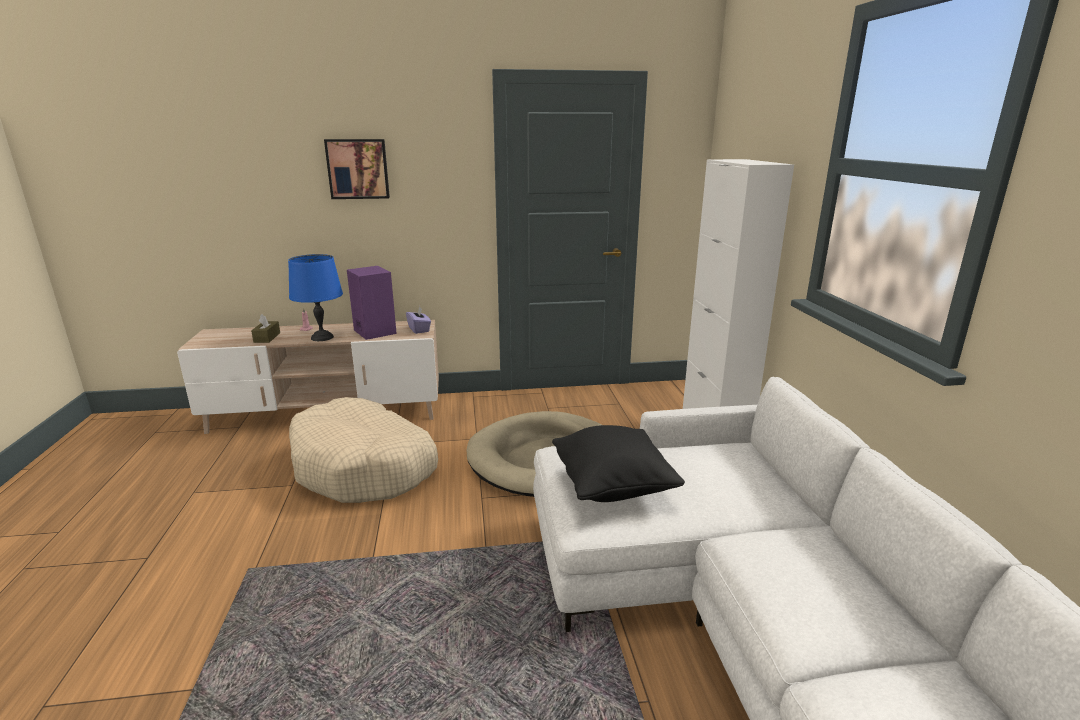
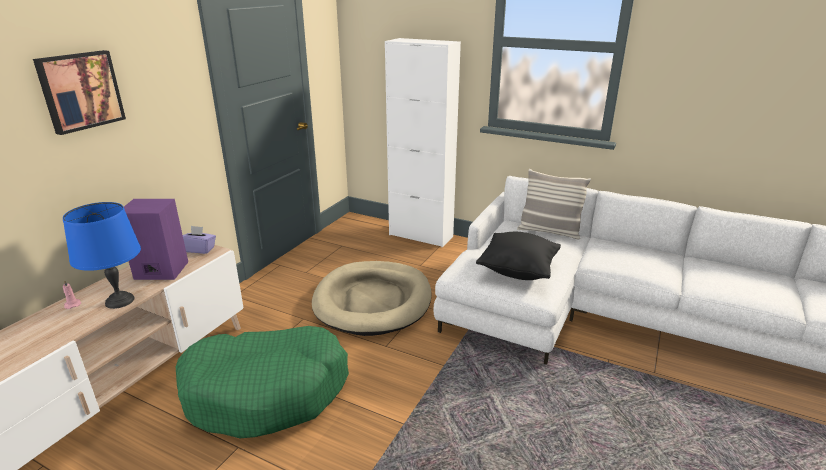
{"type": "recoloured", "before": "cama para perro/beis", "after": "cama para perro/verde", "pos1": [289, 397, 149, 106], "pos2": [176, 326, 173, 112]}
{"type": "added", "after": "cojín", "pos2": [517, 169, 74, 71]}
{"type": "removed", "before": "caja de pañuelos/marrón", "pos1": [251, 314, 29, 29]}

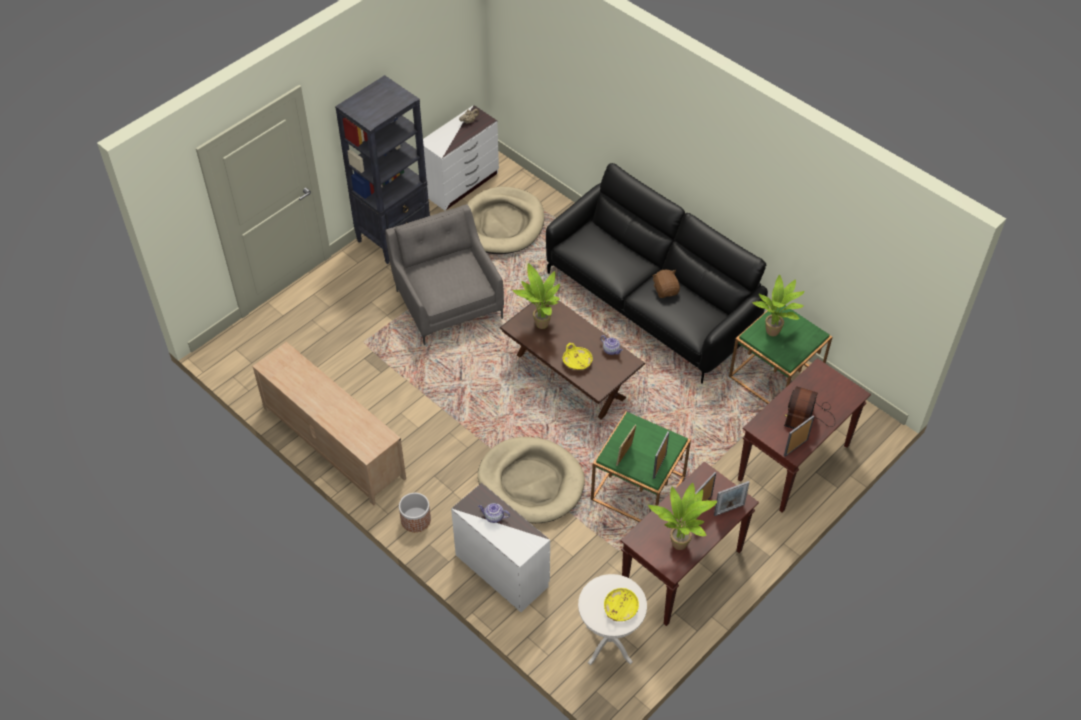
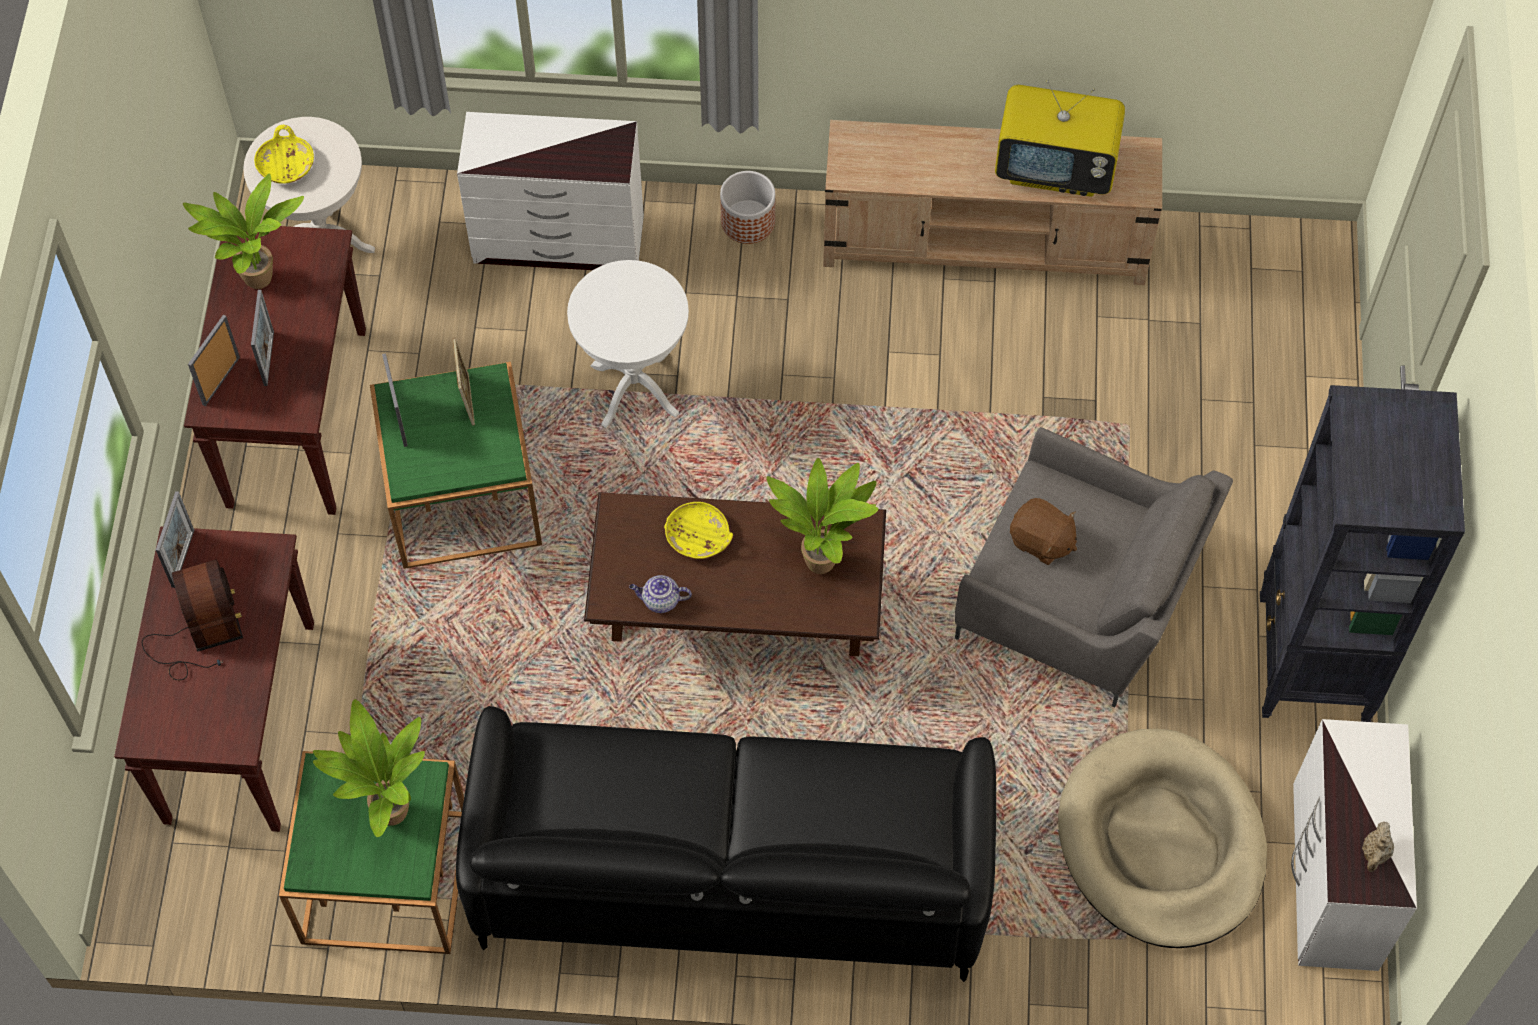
{"type": "replaced", "before": "cama para perro/beis", "after": "mesa auxiliar/blanco", "pos1": [478, 437, 107, 86], "pos2": [567, 260, 122, 168]}
{"type": "added", "after": "televisor", "pos2": [995, 80, 130, 117]}
{"type": "moved", "before": "peluche/marrón", "pos1": [652, 270, 28, 28], "pos2": [1010, 498, 67, 67]}
{"type": "removed", "before": "tetera", "pos1": [478, 503, 32, 20]}

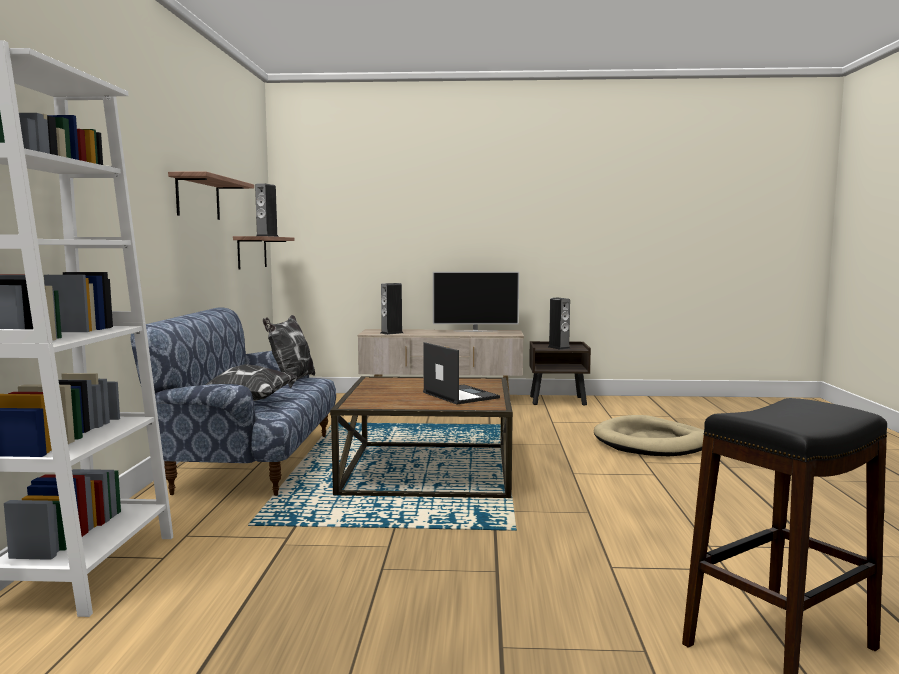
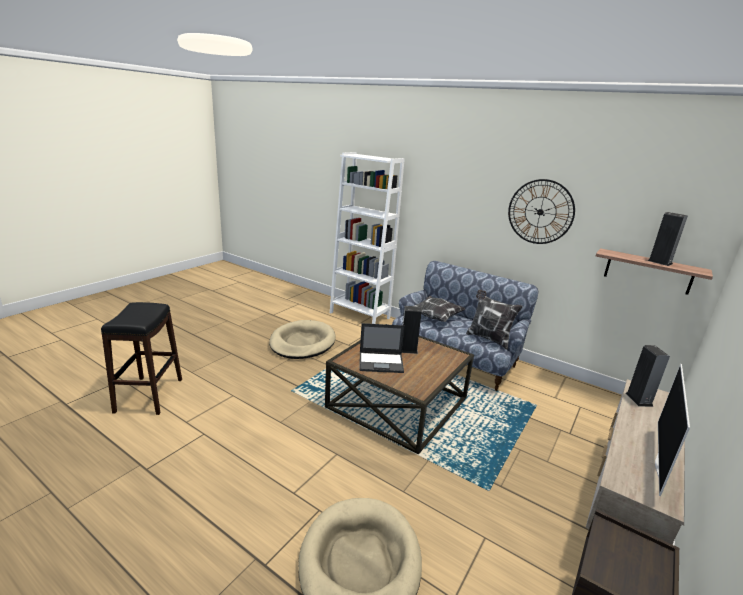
{"type": "added", "after": "cama para perro/beis", "pos2": [269, 320, 67, 39]}
{"type": "moved", "before": "altavoz", "pos1": [548, 298, 22, 52], "pos2": [402, 306, 20, 48]}
{"type": "replaced", "before": "estante", "after": "reloj de pared", "pos1": [168, 171, 86, 49], "pos2": [508, 179, 67, 65]}

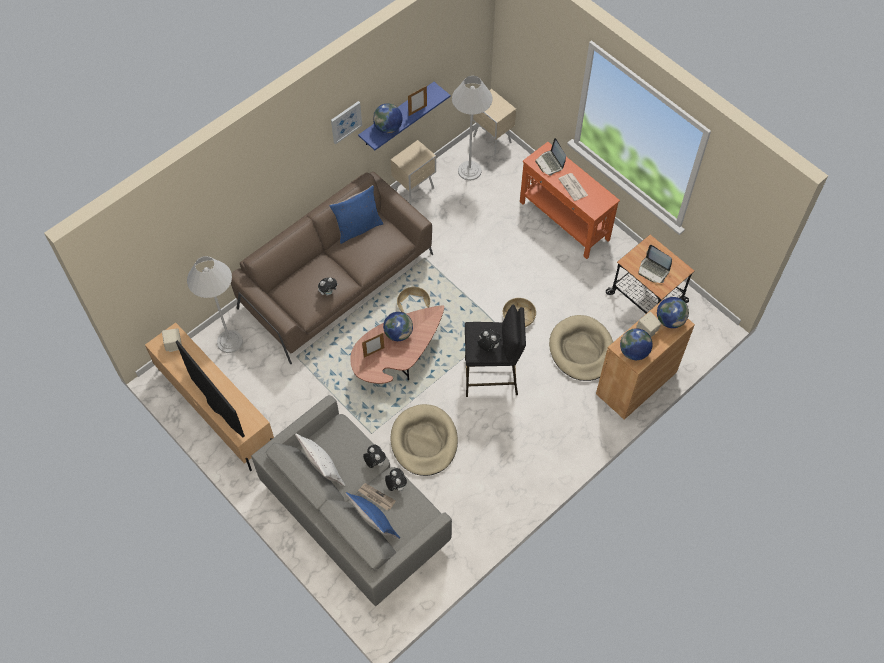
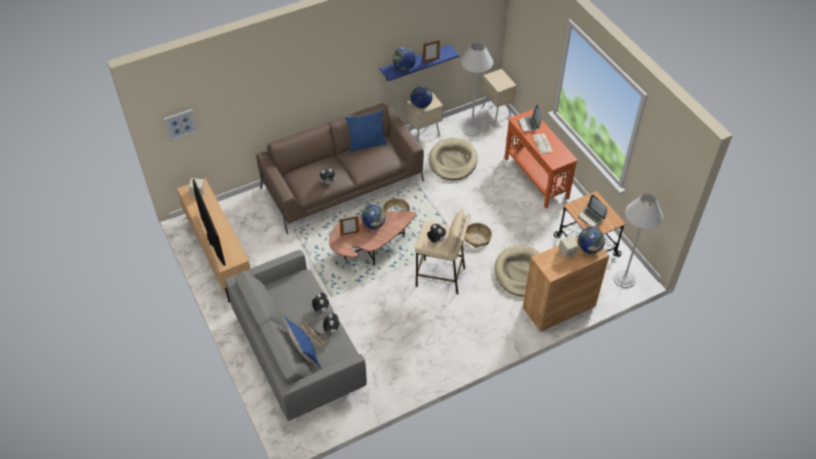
{"type": "moved", "before": "cuadro", "pos1": [331, 101, 31, 43], "pos2": [163, 109, 35, 32]}
{"type": "moved", "before": "globo terráqueo", "pos1": [620, 328, 33, 32], "pos2": [410, 86, 22, 22]}
{"type": "recoloured", "before": "taburete/negro", "after": "taburete/beis", "pos1": [465, 304, 61, 93], "pos2": [415, 209, 56, 86]}
{"type": "moved", "before": "cama para perro/beis", "pos1": [390, 404, 68, 72], "pos2": [429, 138, 49, 42]}
{"type": "moved", "before": "lámpara de pie/blanco", "pos1": [187, 256, 56, 97], "pos2": [613, 194, 50, 94]}
{"type": "removed", "before": "cojín/blanco", "pos1": [295, 433, 50, 53]}

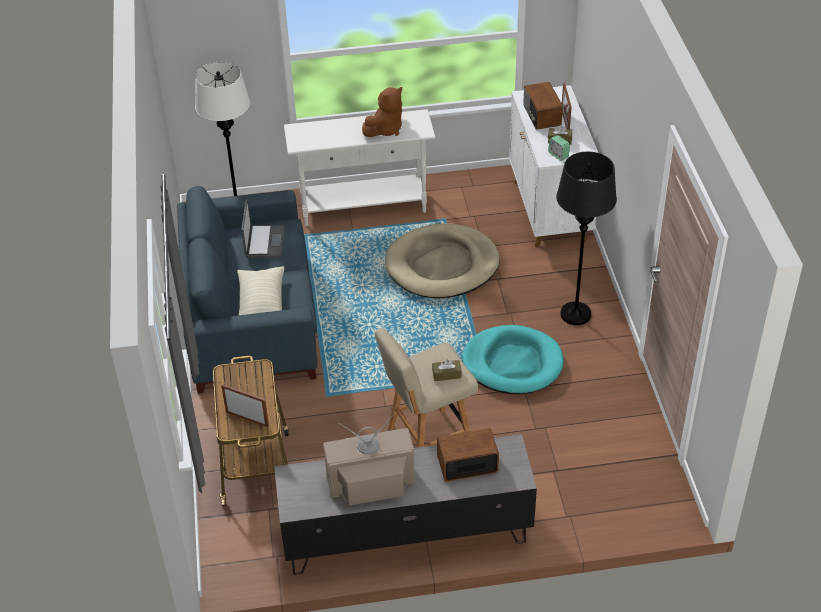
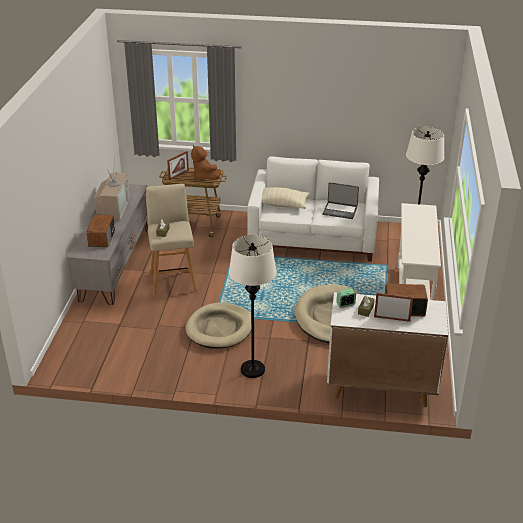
{"type": "recoloured", "before": "cama para perro/turquesa", "after": "cama para perro/beis", "pos1": [462, 325, 101, 69], "pos2": [185, 303, 66, 46]}
{"type": "moved", "before": "peluche/marrón", "pos1": [362, 87, 40, 50], "pos2": [191, 145, 30, 35]}
{"type": "recoloured", "before": "lámpara de pie/negro", "after": "lámpara de pie/blanco", "pos1": [556, 152, 61, 173], "pos2": [229, 235, 47, 143]}
{"type": "recoloured", "before": "sofá/azul", "after": "sofá/blanco", "pos1": [177, 186, 140, 208], "pos2": [247, 156, 132, 105]}

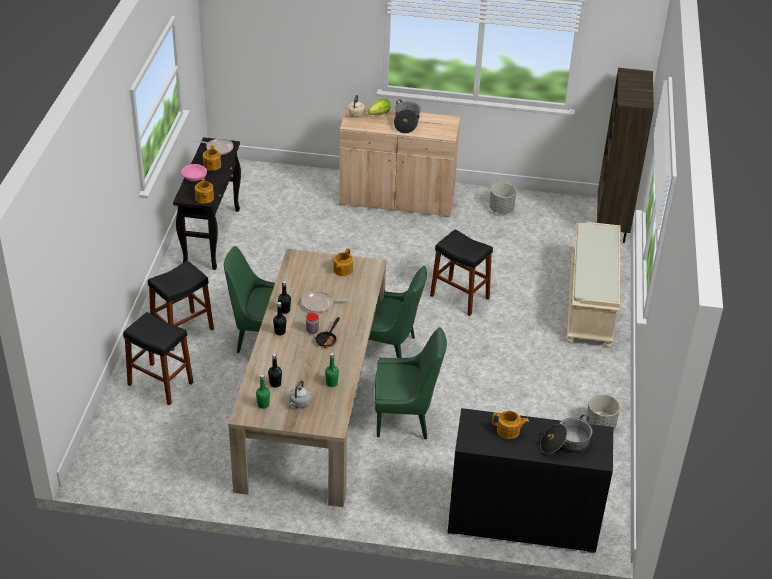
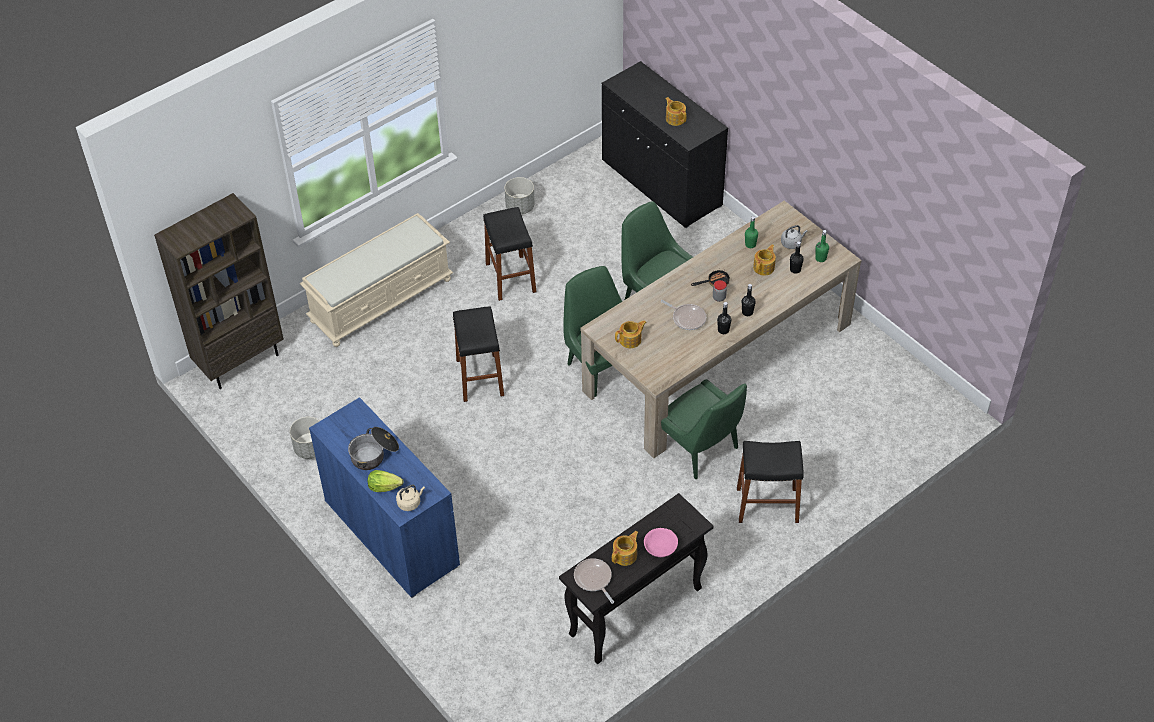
{"type": "recoloured", "before": "armario/beis", "after": "armario/azul", "pos1": [339, 105, 121, 112], "pos2": [309, 397, 151, 201]}
{"type": "moved", "before": "taburete/negro", "pos1": [123, 312, 71, 93], "pos2": [483, 207, 53, 94]}
{"type": "moved", "before": "tetera", "pos1": [195, 177, 19, 27], "pos2": [753, 244, 23, 32]}
{"type": "removed", "before": "olla", "pos1": [540, 415, 52, 39]}

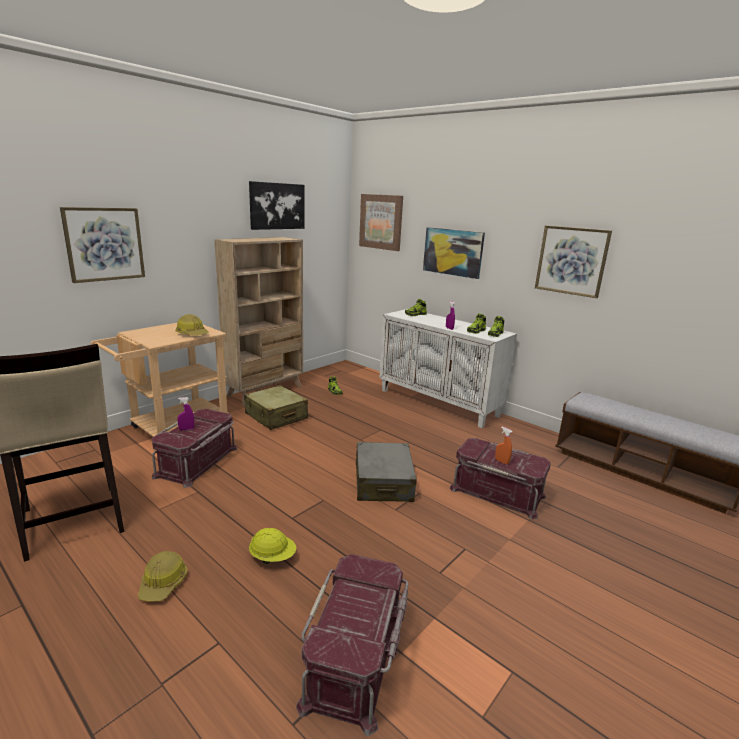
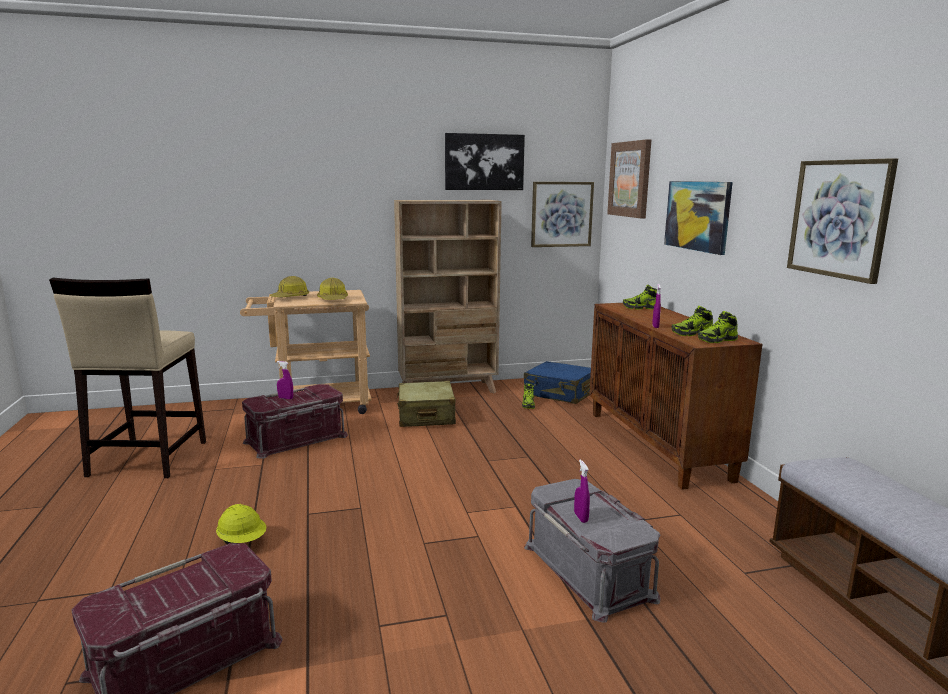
{"type": "moved", "before": "casco", "pos1": [138, 551, 50, 51], "pos2": [270, 276, 39, 21]}
{"type": "added", "after": "maleta/azul", "pos2": [524, 361, 67, 43]}
{"type": "recoloured", "before": "caja de almacenaje/rojo", "after": "caja de almacenaje/gris", "pos1": [450, 438, 101, 81], "pos2": [524, 479, 137, 144]}
{"type": "moved", "before": "cuadro", "pos1": [60, 207, 85, 76], "pos2": [531, 182, 63, 65]}
{"type": "recoloured", "before": "pulverizador/naranja", "after": "pulverizador/morado", "pos1": [495, 427, 17, 37], "pos2": [574, 460, 16, 63]}
{"type": "recoloured", "before": "armario/blanco", "after": "armario/marrón", "pos1": [380, 309, 137, 119], "pos2": [589, 303, 173, 187]}
{"type": "removed", "before": "maleta/gris", "pos1": [356, 442, 61, 60]}

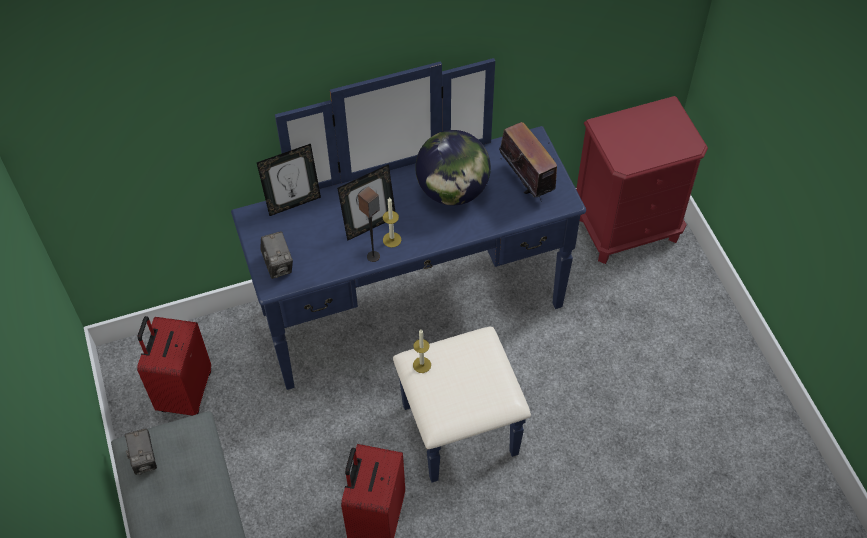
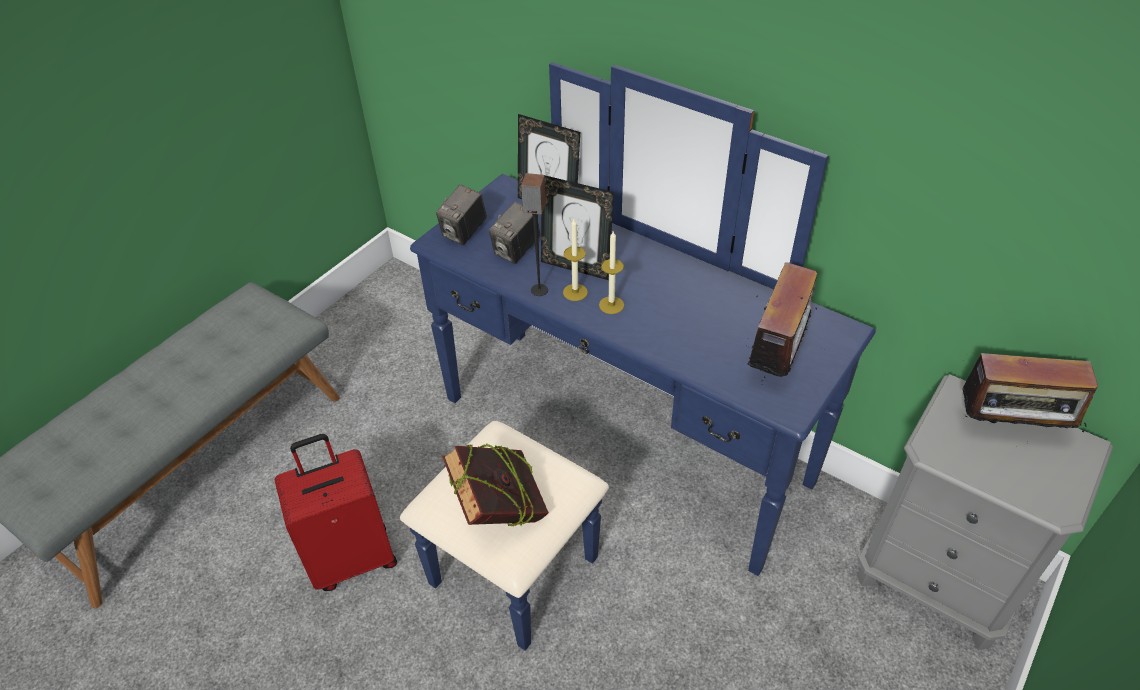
{"type": "added", "after": "libro", "pos2": [442, 443, 107, 84]}
{"type": "moved", "before": "cámara", "pos1": [125, 428, 32, 47], "pos2": [489, 202, 51, 62]}
{"type": "moved", "before": "vela", "pos1": [413, 330, 18, 43], "pos2": [599, 231, 25, 83]}
{"type": "recoloured", "before": "mesita de noche/rojo", "after": "mesita de noche/gris", "pos1": [576, 96, 132, 168], "pos2": [857, 374, 256, 276]}
{"type": "added", "after": "radio", "pos2": [963, 343, 135, 101]}
{"type": "removed", "before": "maleta/rojo", "pos1": [137, 316, 74, 100]}
{"type": "removed", "before": "globo terráqueo", "pos1": [415, 130, 76, 75]}

